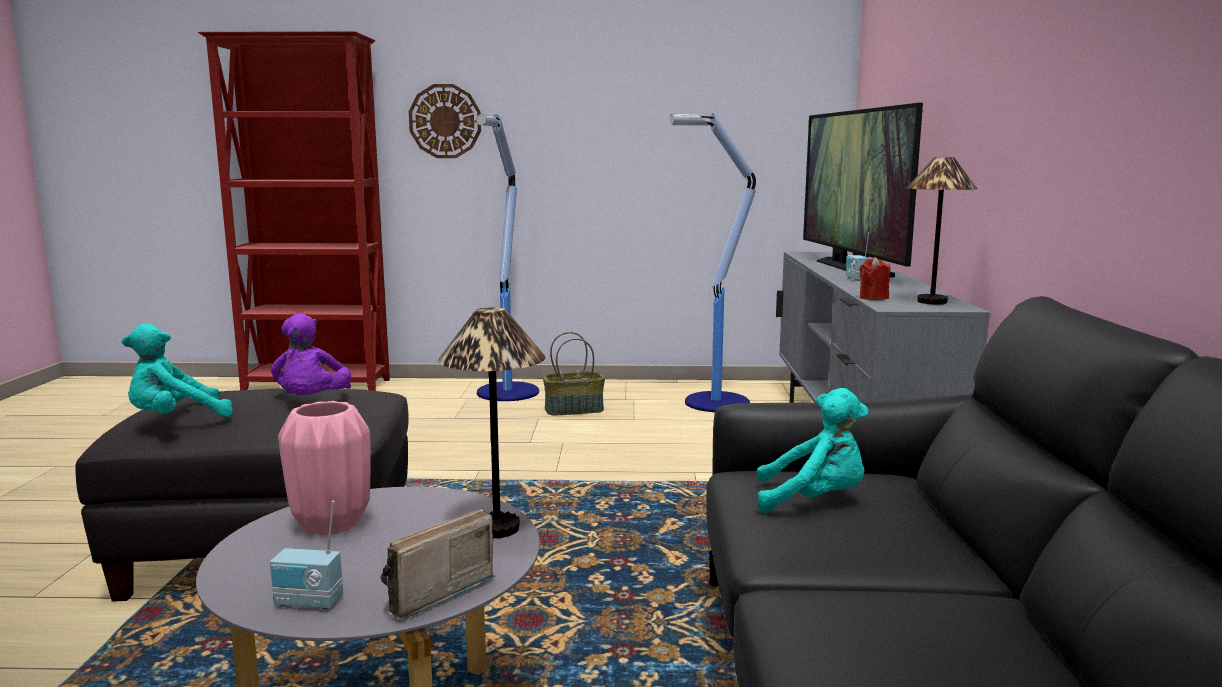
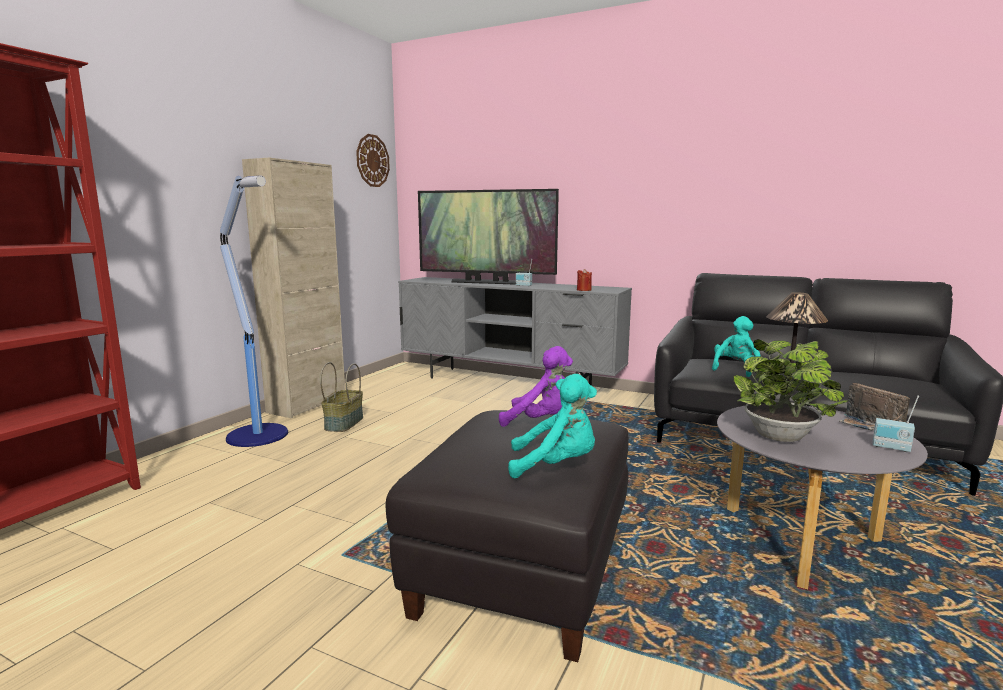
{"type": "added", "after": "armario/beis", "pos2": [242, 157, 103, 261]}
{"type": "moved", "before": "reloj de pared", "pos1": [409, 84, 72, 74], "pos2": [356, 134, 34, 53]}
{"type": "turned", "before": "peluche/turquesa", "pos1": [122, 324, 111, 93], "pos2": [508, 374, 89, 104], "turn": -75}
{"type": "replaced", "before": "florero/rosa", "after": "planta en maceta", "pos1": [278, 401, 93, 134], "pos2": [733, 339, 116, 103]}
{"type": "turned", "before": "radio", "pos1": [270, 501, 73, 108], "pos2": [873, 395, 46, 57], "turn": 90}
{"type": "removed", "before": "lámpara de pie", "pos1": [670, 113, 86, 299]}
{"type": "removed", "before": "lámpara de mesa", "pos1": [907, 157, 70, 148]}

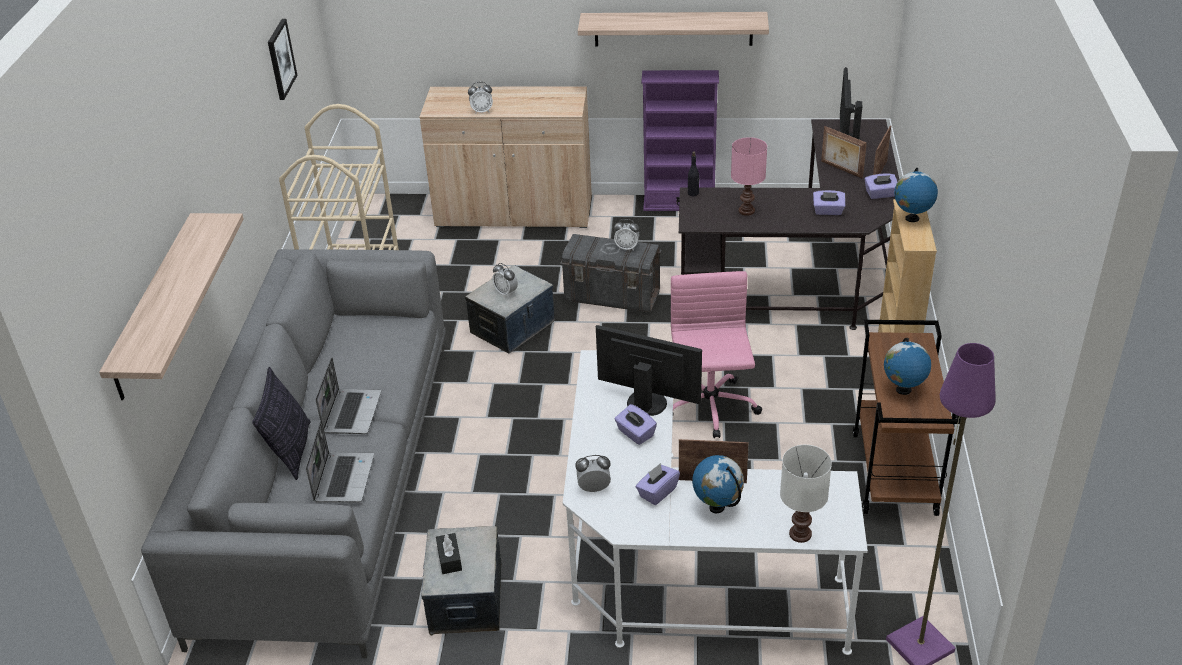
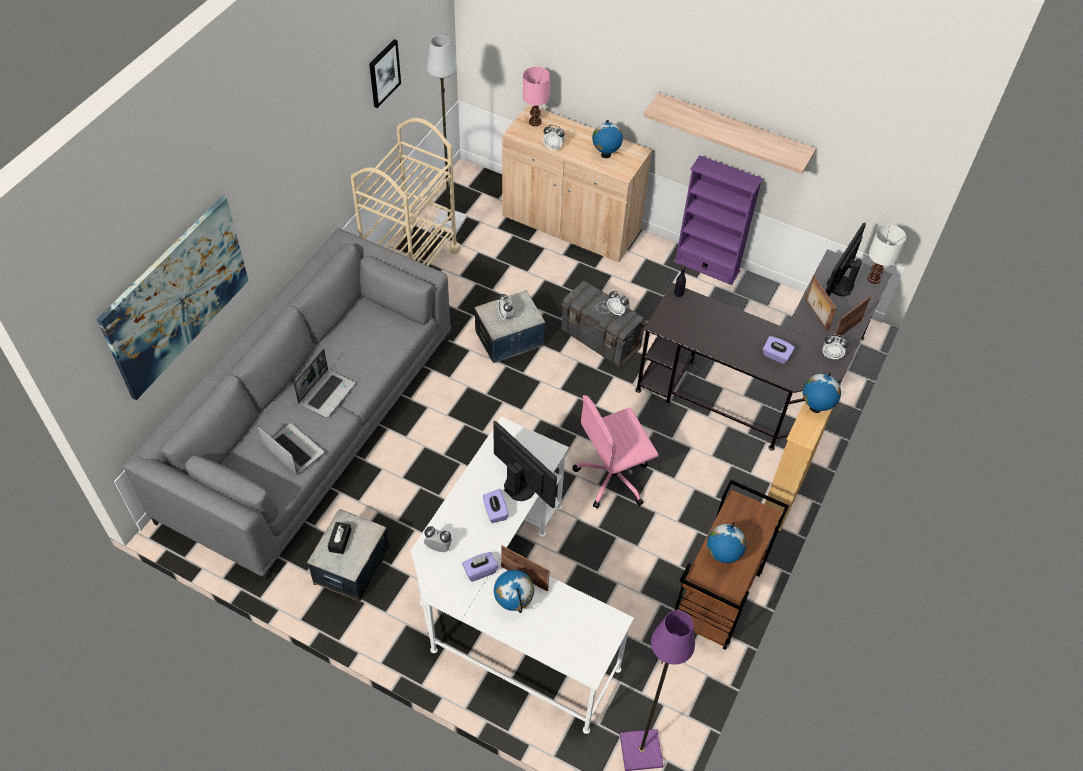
{"type": "replaced", "before": "estante", "after": "cuadro", "pos1": [99, 213, 145, 187], "pos2": [97, 196, 152, 204]}
{"type": "turned", "before": "portátil", "pos1": [306, 420, 68, 83], "pos2": [257, 423, 67, 52], "turn": -75}
{"type": "added", "after": "lámpara de pie/gris", "pos2": [426, 35, 41, 199]}
{"type": "moved", "before": "lámpara de mesa/rosa", "pos1": [731, 137, 36, 79], "pos2": [523, 67, 27, 59]}
{"type": "turned", "before": "silla de oficina/rosa", "pos1": [671, 271, 91, 167], "pos2": [573, 395, 86, 114], "turn": -135}
{"type": "added", "after": "globo terráqueo", "pos2": [592, 120, 31, 38]}
{"type": "replaced", "before": "caja de pañuelos/morado", "after": "despertador", "pos1": [864, 174, 33, 25], "pos2": [822, 335, 27, 25]}
{"type": "moved", "before": "lámpara de mesa/blanco", "pos1": [780, 445, 52, 98], "pos2": [867, 224, 39, 60]}
{"type": "removed", "before": "cojín", "pos1": [252, 367, 59, 113]}

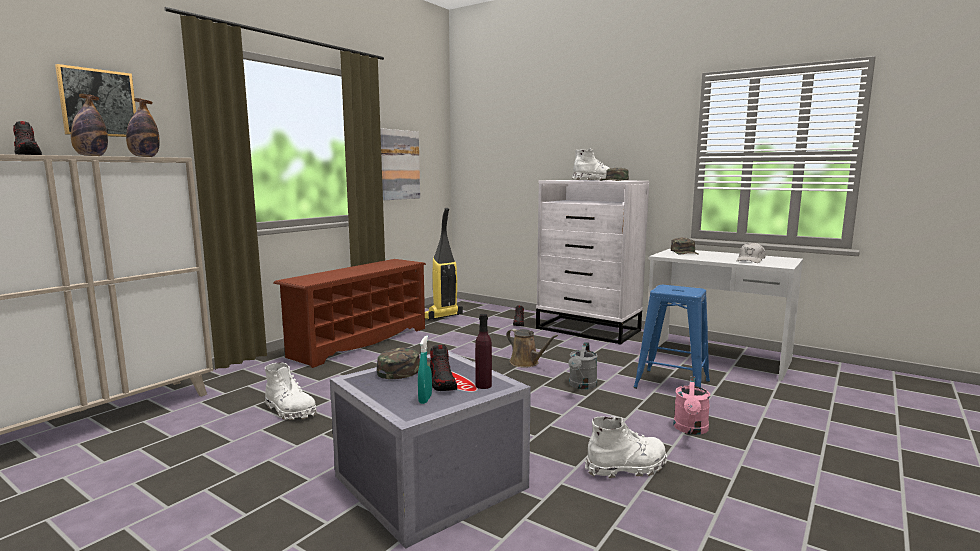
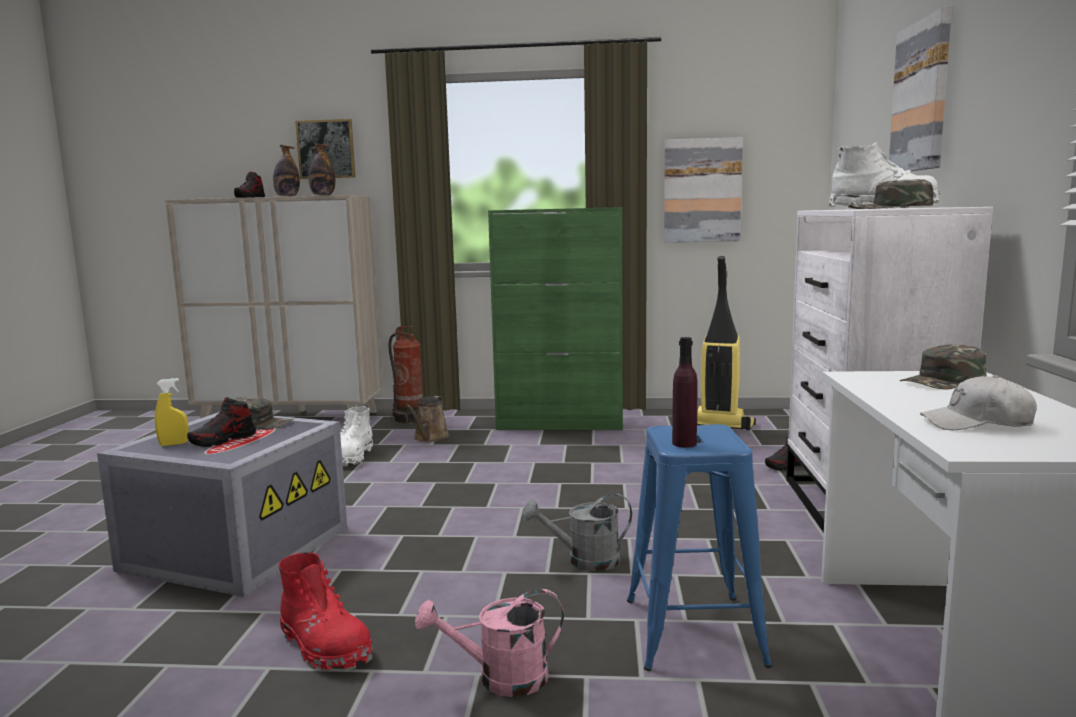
{"type": "recoloured", "before": "pulverizador/turquesa", "after": "pulverizador/amarillo", "pos1": [418, 335, 14, 69], "pos2": [155, 378, 34, 68]}
{"type": "recoloured", "before": "bota/blanco", "after": "bota/rojo", "pos1": [585, 416, 82, 62], "pos2": [278, 552, 95, 119]}
{"type": "added", "after": "extintor", "pos2": [389, 326, 34, 98]}
{"type": "moved", "before": "regadera/marrón", "pos1": [507, 329, 51, 38], "pos2": [406, 396, 44, 46]}
{"type": "replaced", "before": "zapatero/marrón", "after": "armario/verde", "pos1": [273, 259, 153, 109], "pos2": [488, 207, 135, 223]}
{"type": "moved", "before": "botella/morado", "pos1": [475, 314, 17, 75], "pos2": [672, 337, 25, 111]}
{"type": "added", "after": "cuadro", "pos2": [889, 6, 63, 165]}

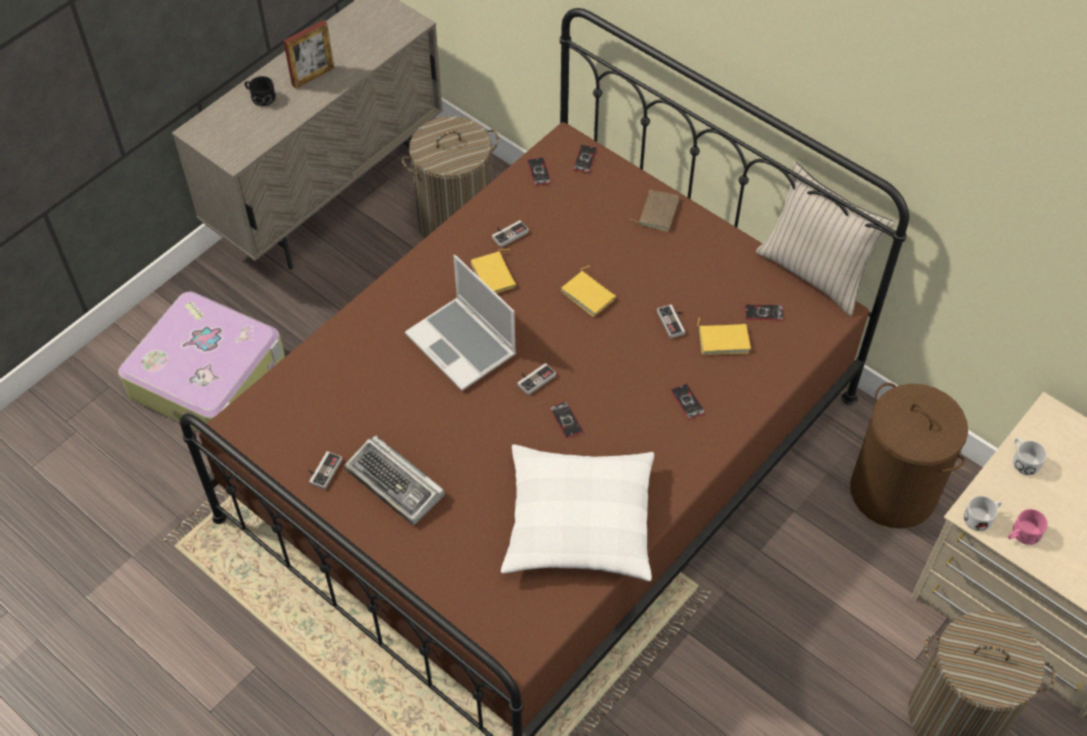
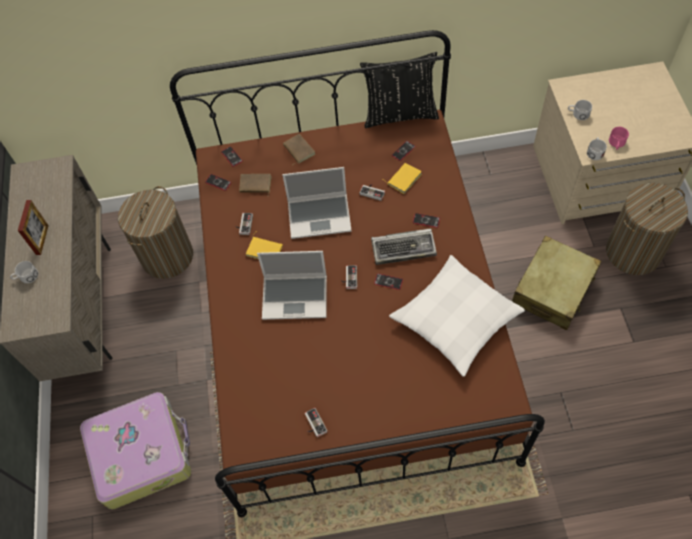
{"type": "recoloured", "before": "taza grande/negro", "after": "taza grande/blanco", "pos1": [244, 76, 32, 30], "pos2": [10, 261, 28, 22]}
{"type": "added", "after": "libro/marrón", "pos2": [239, 174, 33, 21]}
{"type": "replaced", "before": "libro/amarillo", "after": "portátil", "pos1": [561, 266, 55, 51], "pos2": [282, 167, 70, 72]}
{"type": "recoloured", "before": "cojín/beis", "after": "cojín/negro", "pos1": [756, 162, 139, 154], "pos2": [360, 52, 79, 76]}
{"type": "moved", "before": "teclado", "pos1": [344, 435, 101, 90], "pos2": [371, 228, 66, 37]}
{"type": "added", "after": "maleta/beis", "pos2": [512, 236, 90, 94]}
{"type": "removed", "before": "cesto de la ropa/marrón", "pos1": [850, 383, 118, 146]}

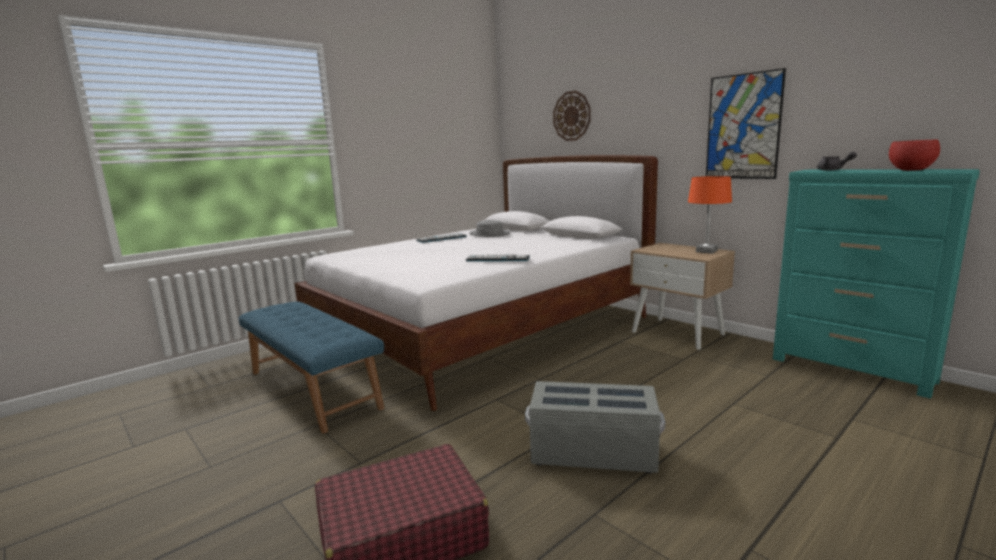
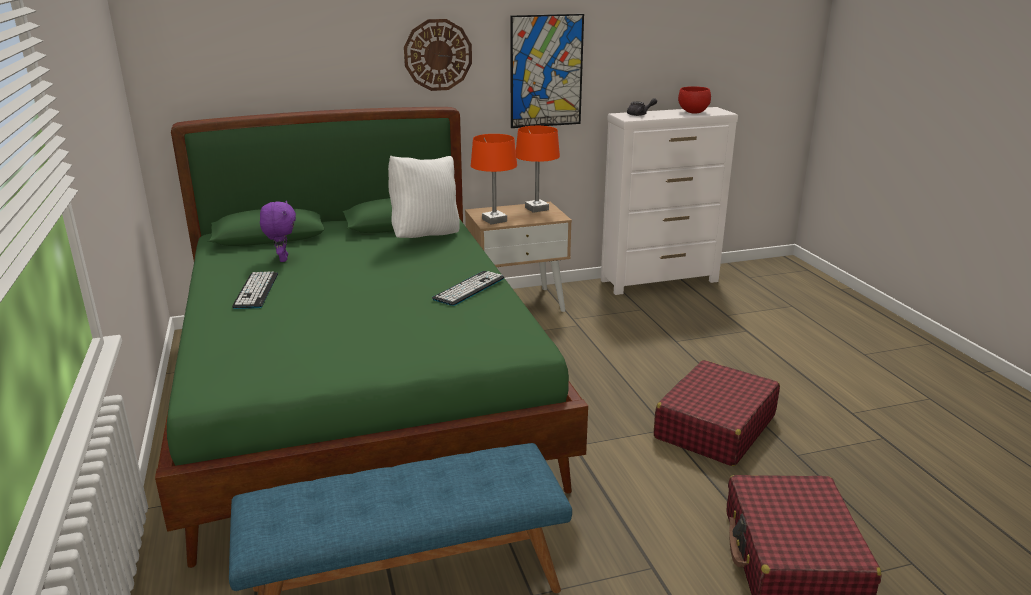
{"type": "recoloured", "before": "cama/blanco", "after": "cama/verde", "pos1": [294, 155, 364, 256], "pos2": [155, 107, 433, 461]}
{"type": "replaced", "before": "sombrero/gris", "after": "peluche/morado", "pos1": [469, 220, 42, 17], "pos2": [260, 201, 36, 61]}
{"type": "added", "after": "cojín/blanco", "pos2": [388, 156, 72, 82]}
{"type": "moved", "before": "reloj de pared", "pos1": [553, 91, 38, 50], "pos2": [404, 19, 68, 72]}
{"type": "added", "after": "lámpara de mesa/naranja", "pos2": [471, 134, 46, 91]}
{"type": "recoloured", "before": "cómoda/turquesa", "after": "cómoda/blanco", "pos1": [773, 169, 207, 230], "pos2": [601, 107, 137, 188]}
{"type": "replaced", "before": "caja de almacenaje/gris", "after": "maleta/rojo", "pos1": [525, 381, 140, 92], "pos2": [654, 360, 126, 106]}

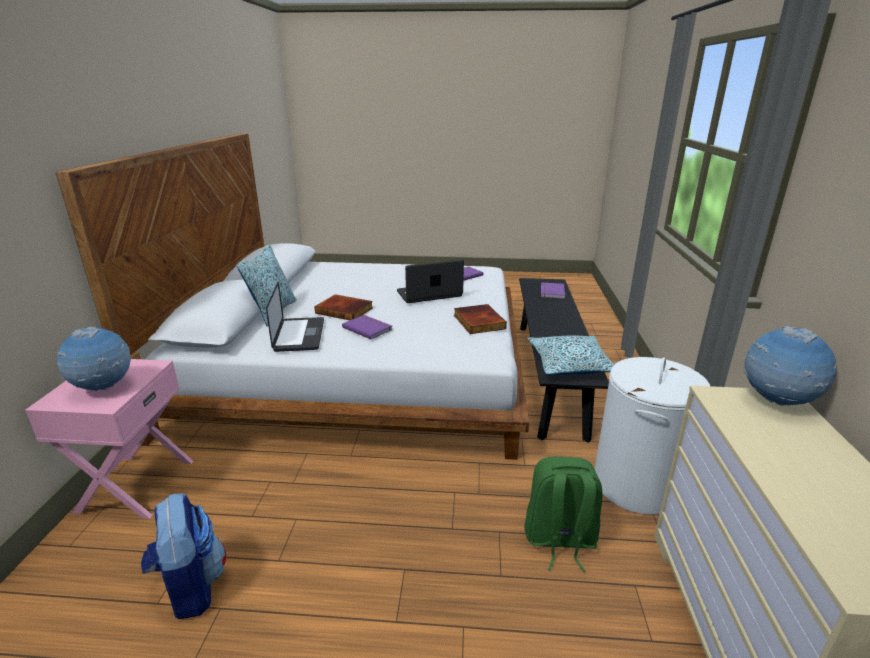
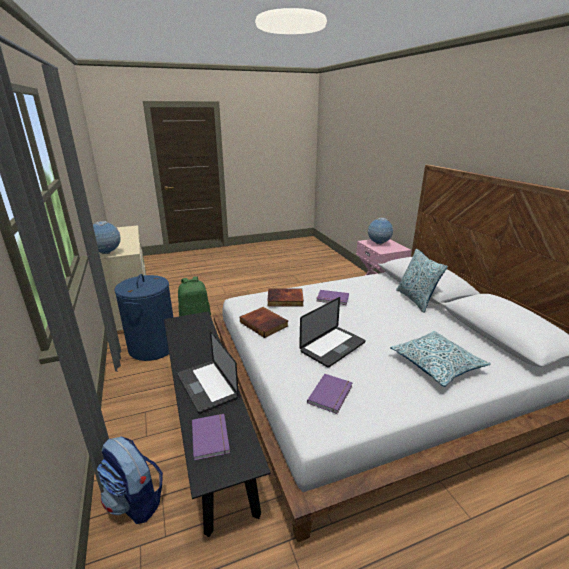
{"type": "moved", "before": "mochila", "pos1": [141, 493, 85, 126], "pos2": [97, 436, 66, 88]}
{"type": "recoloured", "before": "cesto de la ropa/blanco", "after": "cesto de la ropa/azul", "pos1": [595, 357, 115, 158], "pos2": [114, 274, 59, 87]}
{"type": "moved", "before": "portátil", "pos1": [266, 282, 58, 70], "pos2": [177, 330, 62, 84]}
{"type": "moved", "before": "libro", "pos1": [314, 294, 59, 26], "pos2": [267, 288, 37, 19]}
{"type": "moved", "before": "cojín", "pos1": [527, 336, 88, 39], "pos2": [390, 331, 101, 56]}

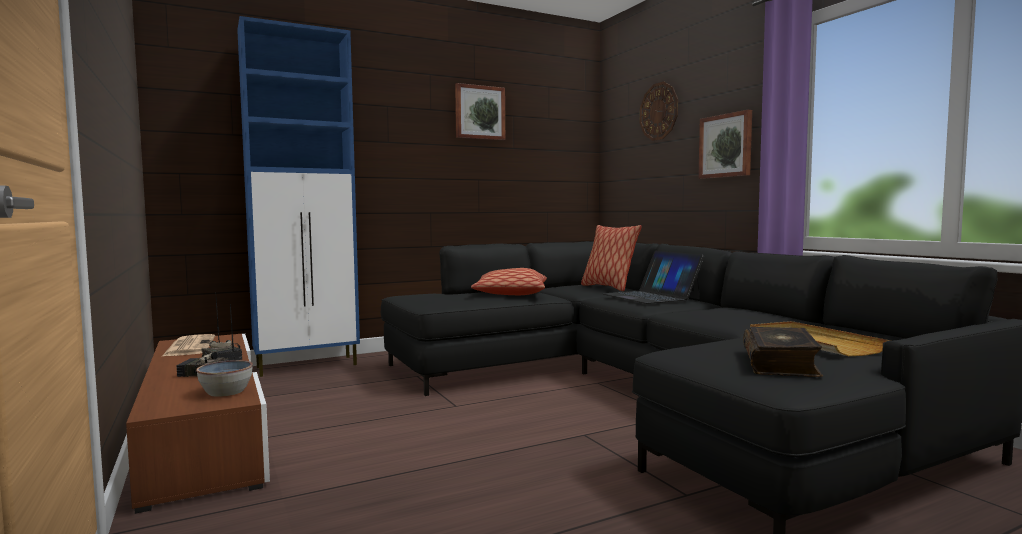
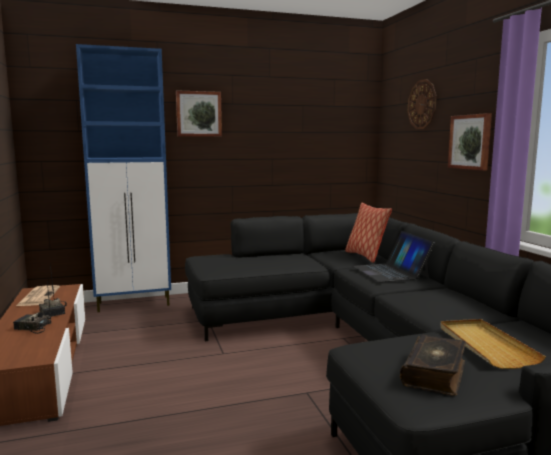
{"type": "moved", "before": "cuadro", "pos1": [455, 83, 50, 57], "pos2": [176, 90, 46, 47]}
{"type": "removed", "before": "cuenco", "pos1": [196, 360, 57, 37]}
{"type": "removed", "before": "cojín", "pos1": [471, 268, 76, 27]}

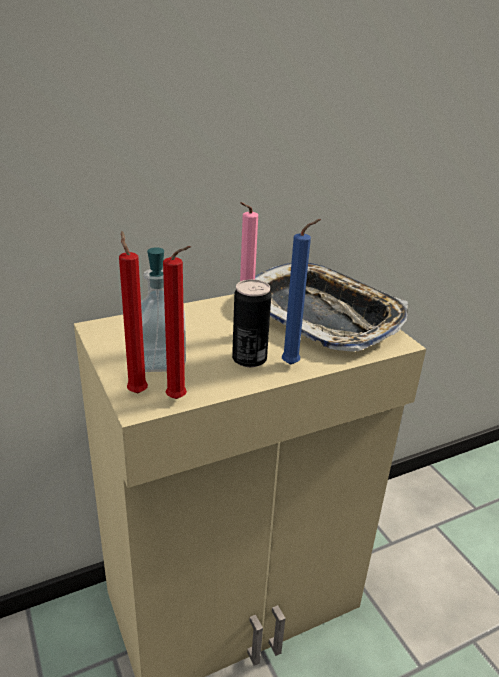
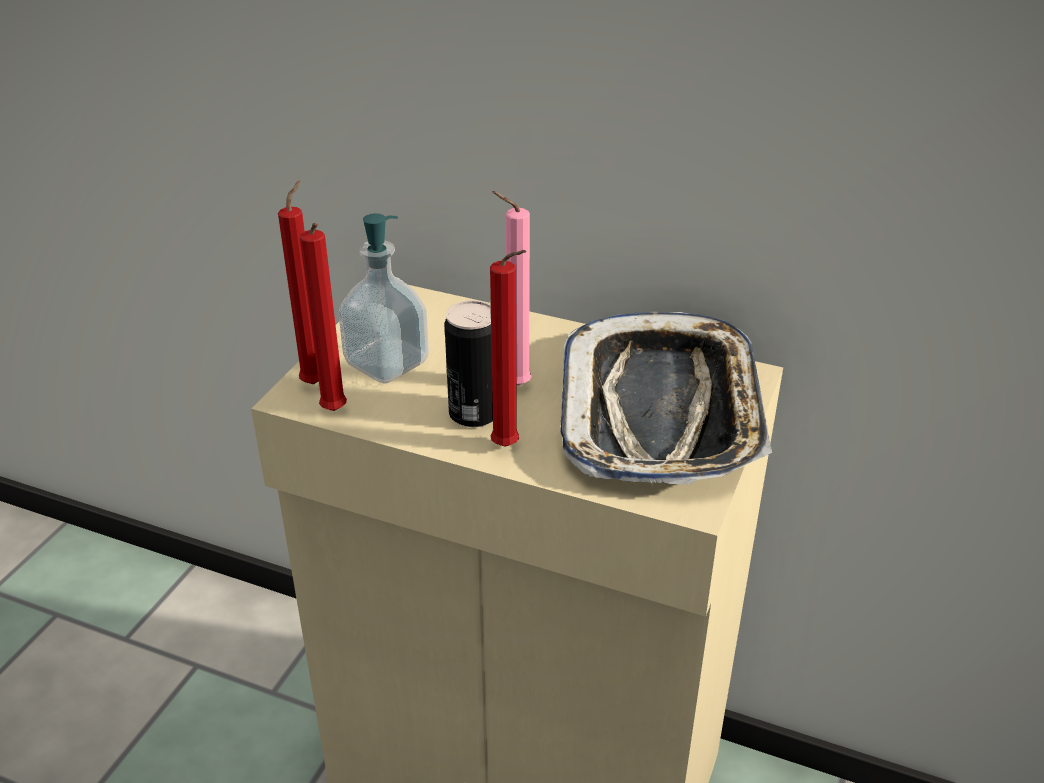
{"type": "recoloured", "before": "vela/azul", "after": "vela/rojo", "pos1": [282, 219, 39, 146], "pos2": [490, 250, 36, 197]}

